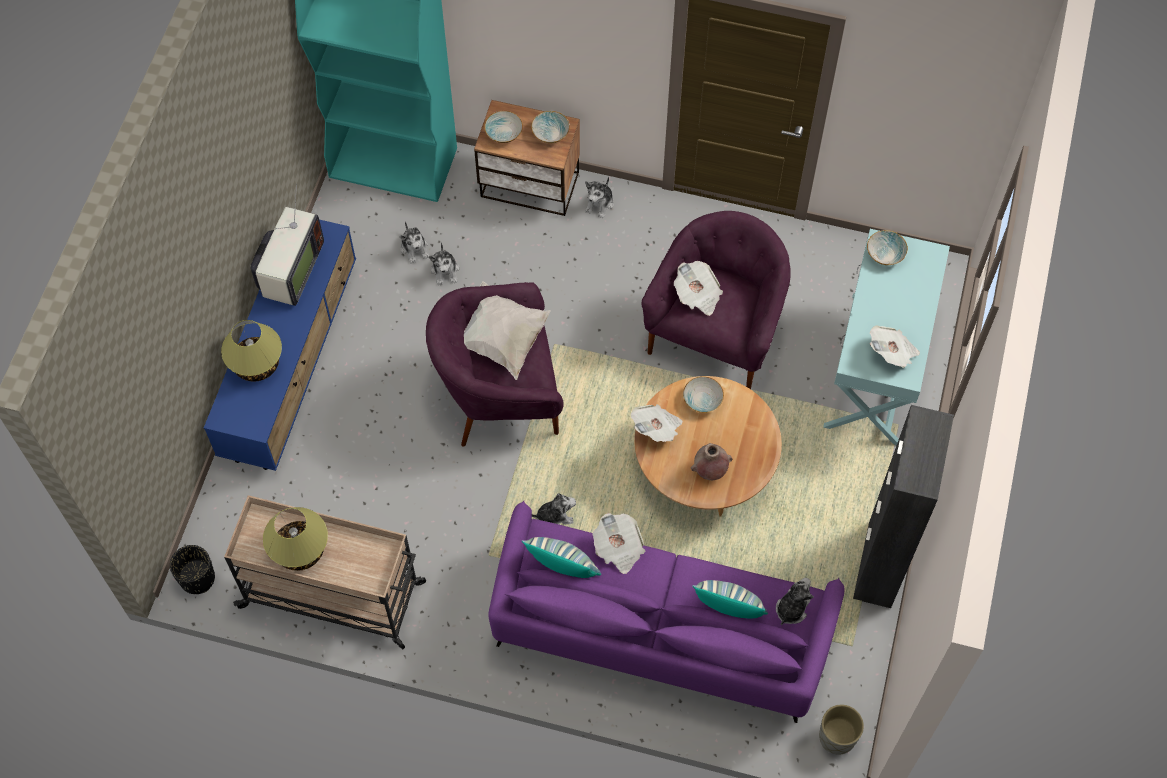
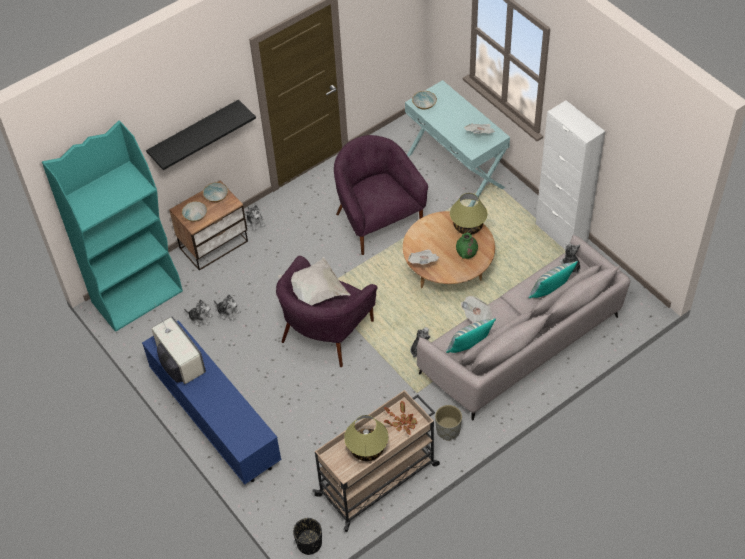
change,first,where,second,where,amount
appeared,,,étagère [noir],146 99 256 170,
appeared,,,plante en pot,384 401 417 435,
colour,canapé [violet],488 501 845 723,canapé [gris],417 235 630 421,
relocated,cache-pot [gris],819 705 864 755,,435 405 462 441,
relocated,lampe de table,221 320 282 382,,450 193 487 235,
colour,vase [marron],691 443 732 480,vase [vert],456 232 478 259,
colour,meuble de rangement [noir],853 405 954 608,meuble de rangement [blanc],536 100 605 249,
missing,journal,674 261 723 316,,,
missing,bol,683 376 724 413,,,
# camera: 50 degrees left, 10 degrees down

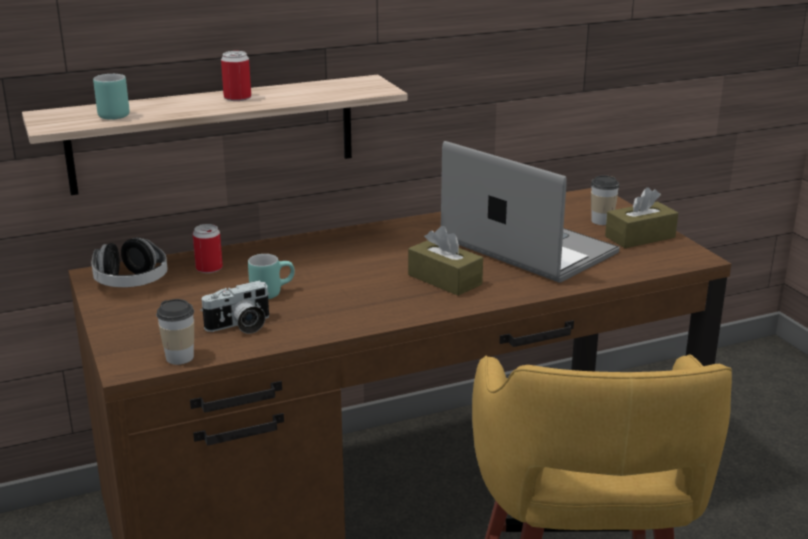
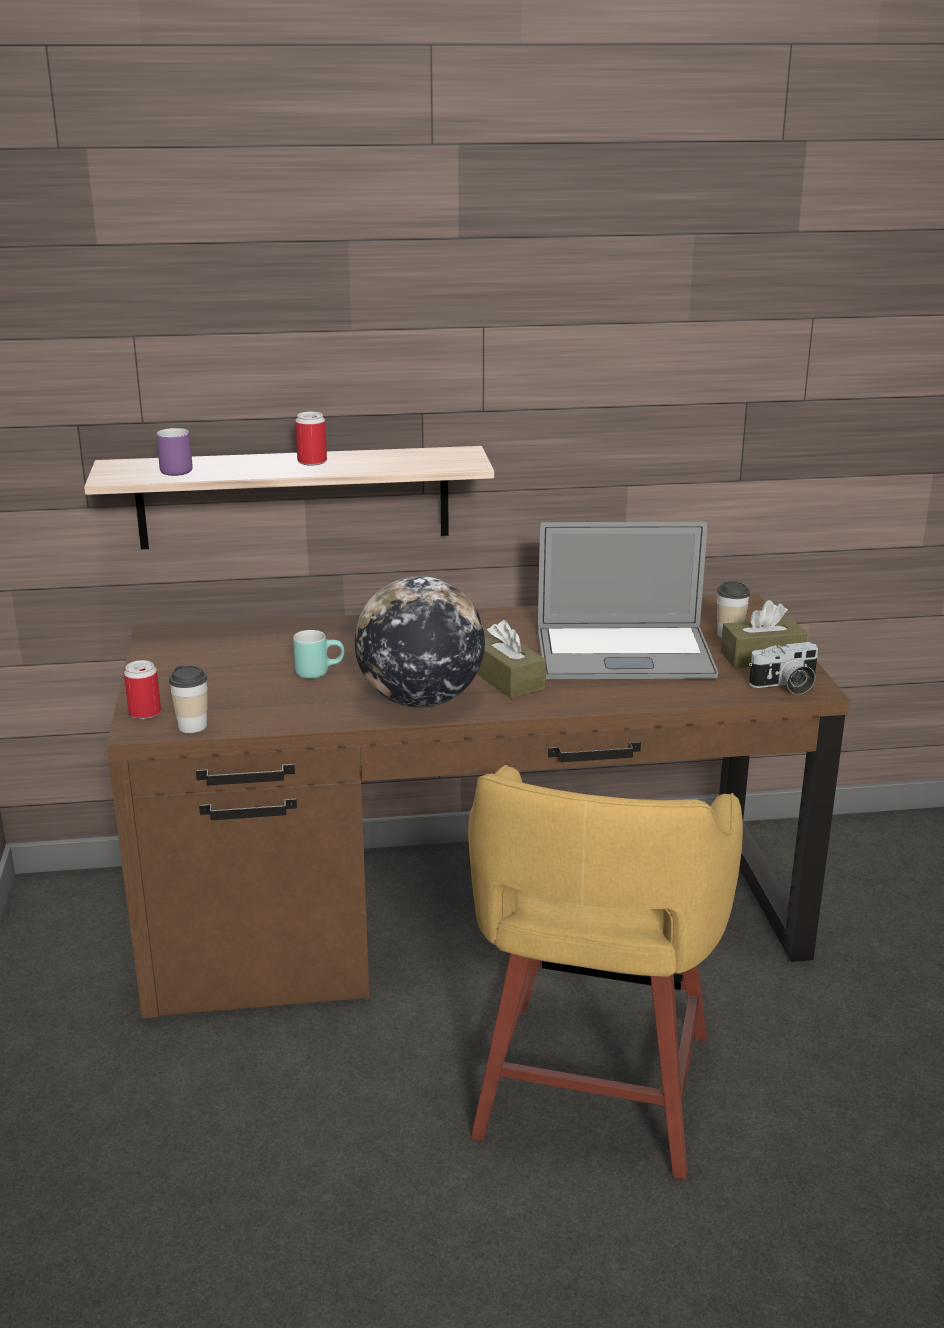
change,first,where,second,where,amount
relocated,boîte métallique,193 224 223 273,,124 660 161 719,
colour,mug [turquoise],93 74 130 120,mug [violet],156 428 193 476,
appeared,,,globe,355 576 485 707,
spun,ordinateur portable,441 141 620 283,,538 522 718 680,120 degrees clockwise
relocated,appareil photo,200 280 270 334,,749 642 818 694,
missing,casque audio,91 237 168 287,,,
# camera: 15 degrees right, 0 degrees up

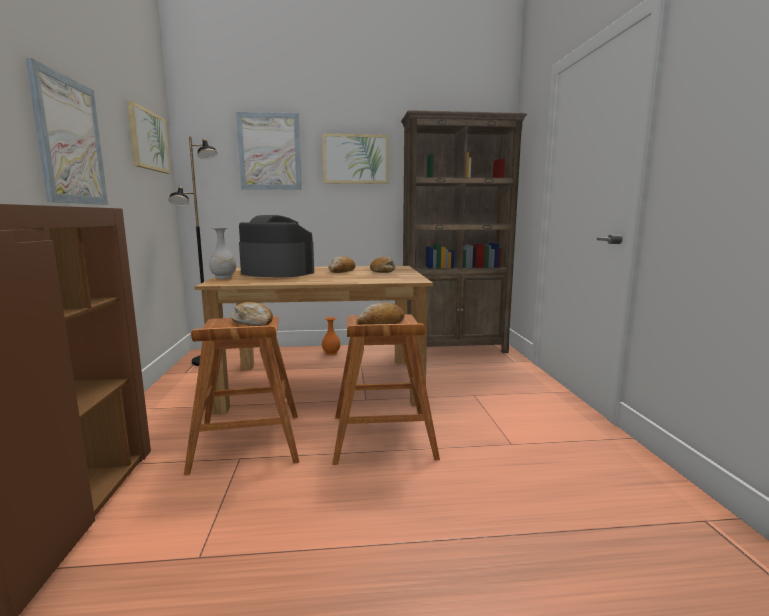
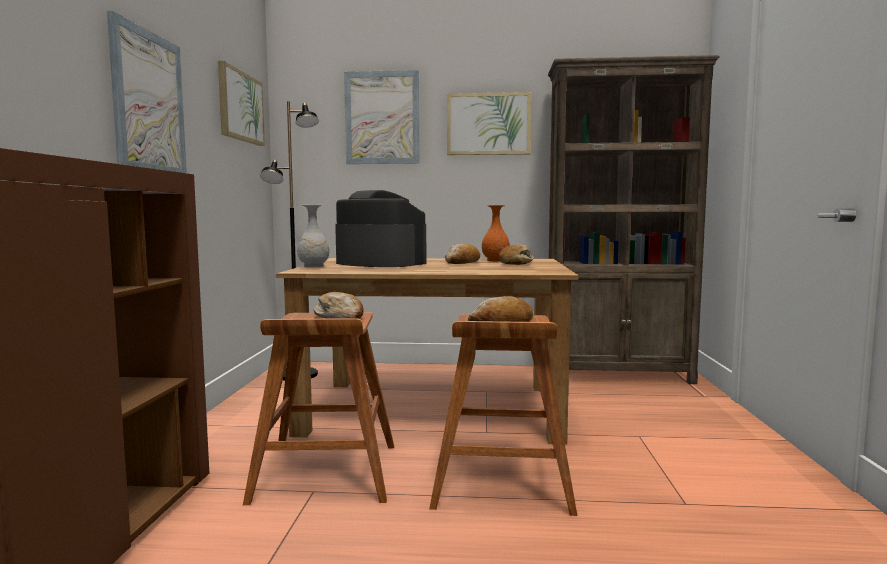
change,first,where,second,where,amount
relocated,vase [orange],322 317 340 355,,482 205 510 261,
# camera: 10 degrees right, 5 degrees down

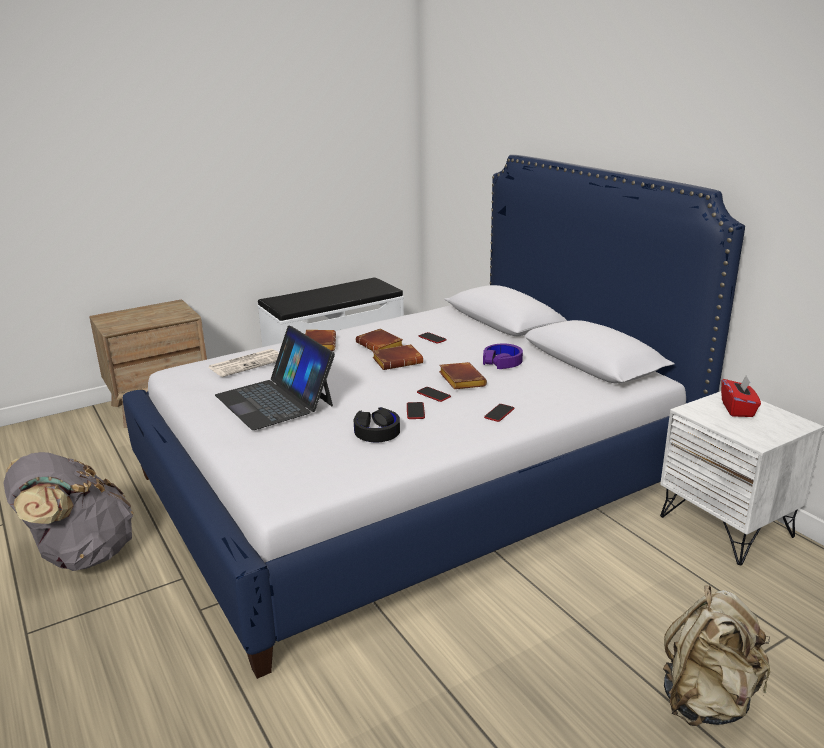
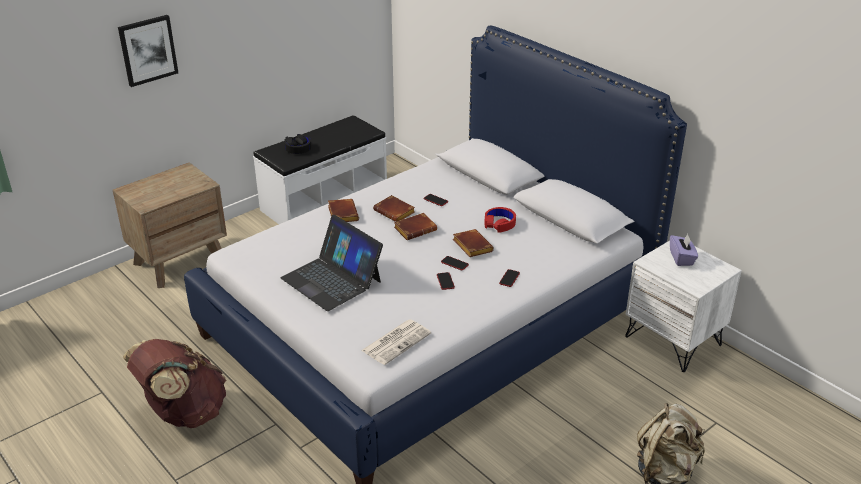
change,first,where,second,where,amount
appeared,,,tableau,118 15 178 87,
colour,sac à dos [gris],3 452 134 571,sac à dos [marron],123 339 226 428,
relocated,casque audio [noir],354 407 400 442,,284 134 311 154,
relocated,journal,209 349 279 377,,361 319 431 365,
colour,casque audio [violet],483 344 523 369,casque audio [rouge],484 207 516 233,
colour,boîte à mouchoirs [rouge],721 375 761 417,boîte à mouchoirs [violet],670 234 698 266,
# camera: 10 degrees left, 10 degrees up

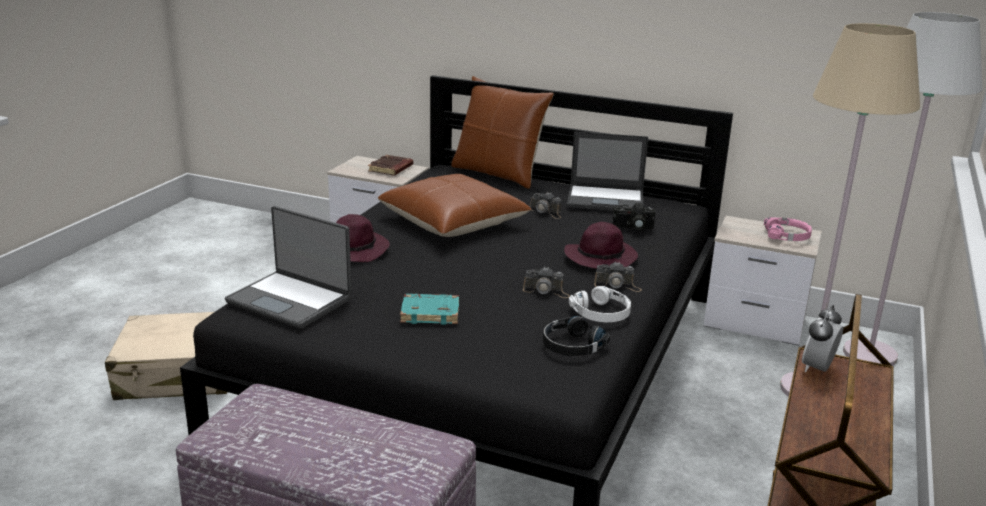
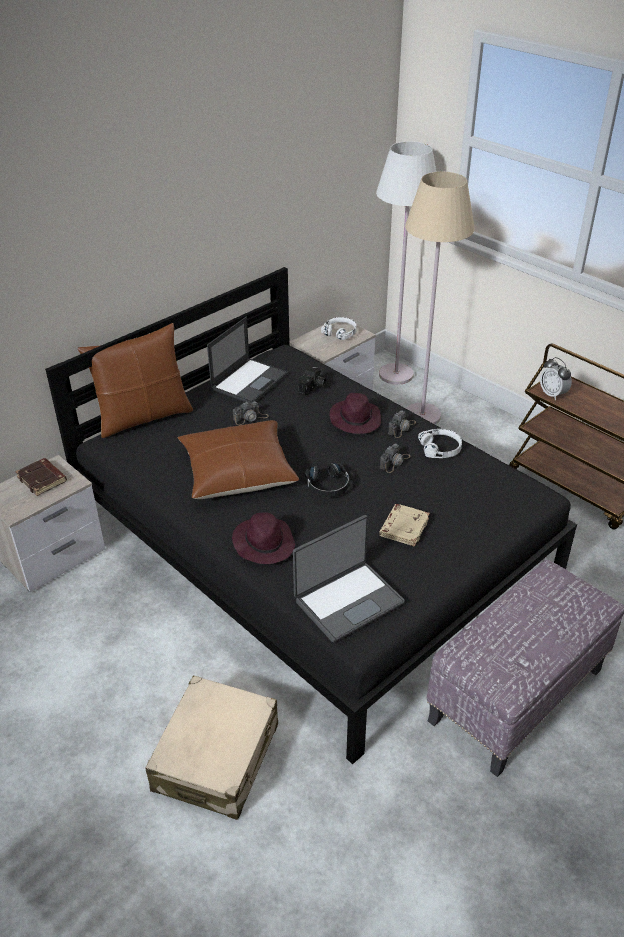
change,first,where,second,where,amount
relocated,casque audio [noir],543 316 610 356,,305 463 349 497,
colour,casque audio [rose],764 217 812 241,casque audio [blanc],321 317 357 340,
colour,livre [turquoise],400 294 459 325,livre [beige],379 504 430 547,
# camera: 65 degrees left, 15 degrees up

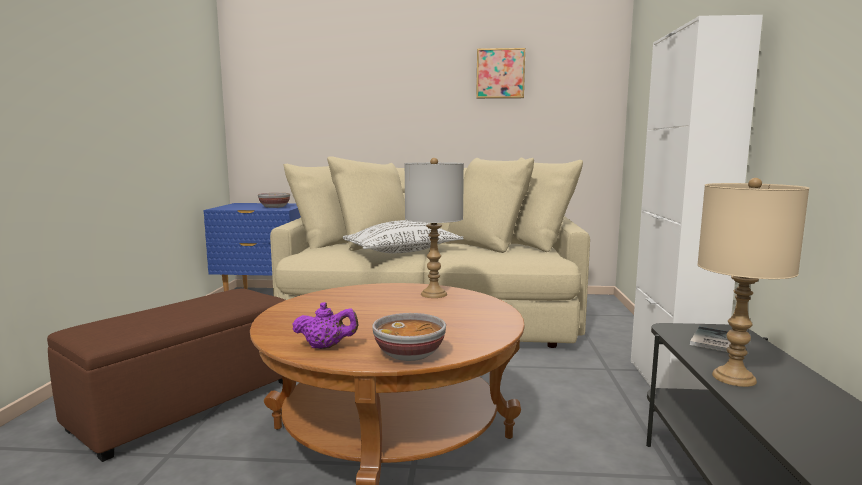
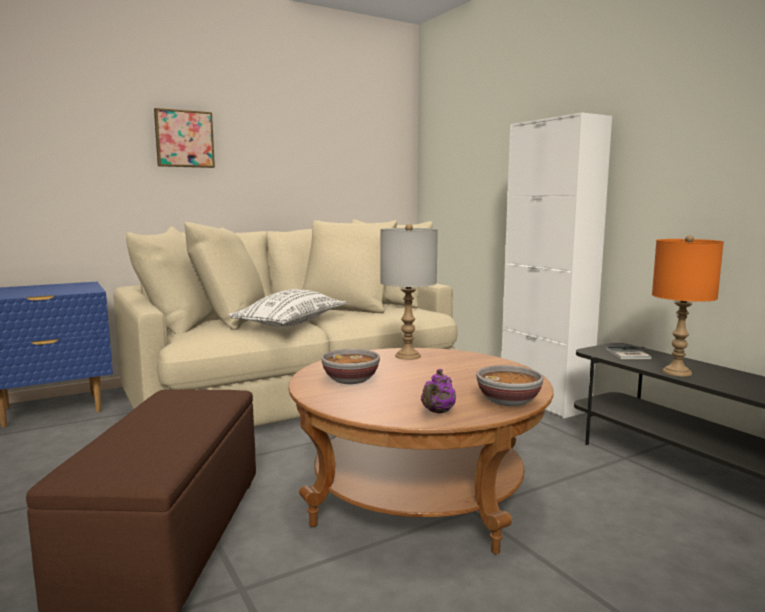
change,first,where,second,where,amount
relocated,tableau,476 48 525 99,,154 108 215 168,
relocated,bol,258 193 290 208,,321 349 380 384,
spun,théière [violet],292 302 358 349,,421 369 456 414,150 degrees clockwise
colour,lampe de table [beige],697 178 809 387,lampe de table [orange],652 235 724 377,
# camera: 35 degrees left, 0 degrees up

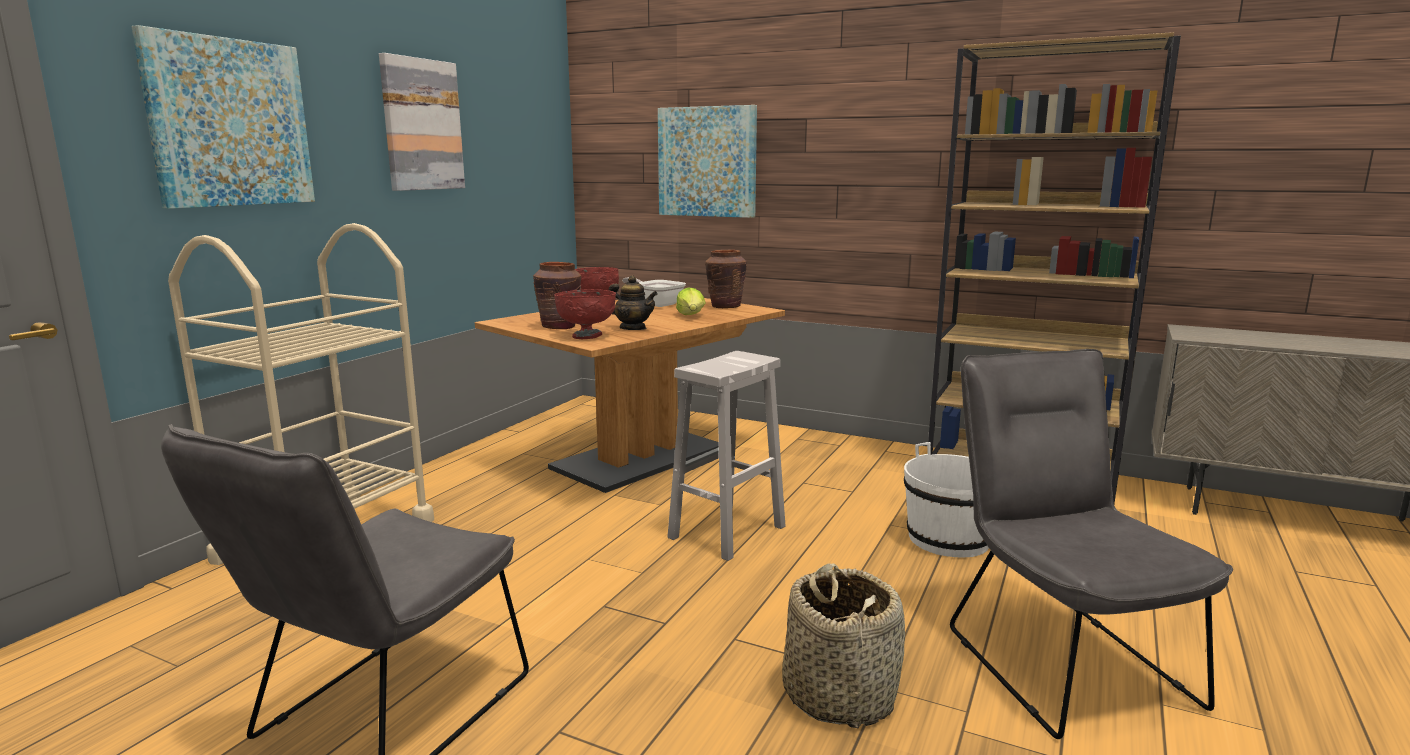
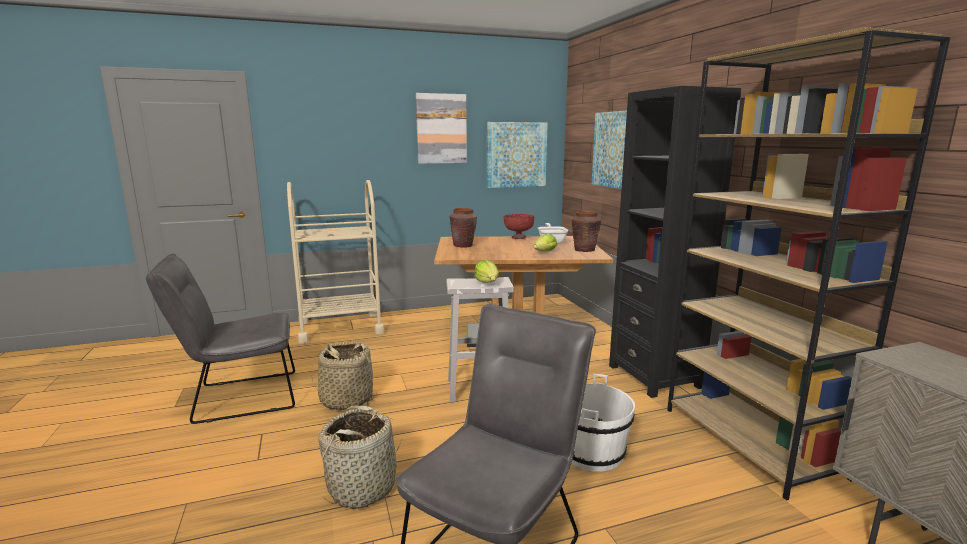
change,first,where,second,where,amount
appeared,,,panier,311 341 377 410,
appeared,,,laitue,474 260 499 283,
relocated,tableau,131 25 315 209,,487 122 548 188,
appeared,,,bibliothèque [noir],609 86 741 398,
missing,bol [rouge],554 289 616 339,,,
missing,théière,609 275 658 330,,,
# camera: 45 degrees right, 0 degrees up

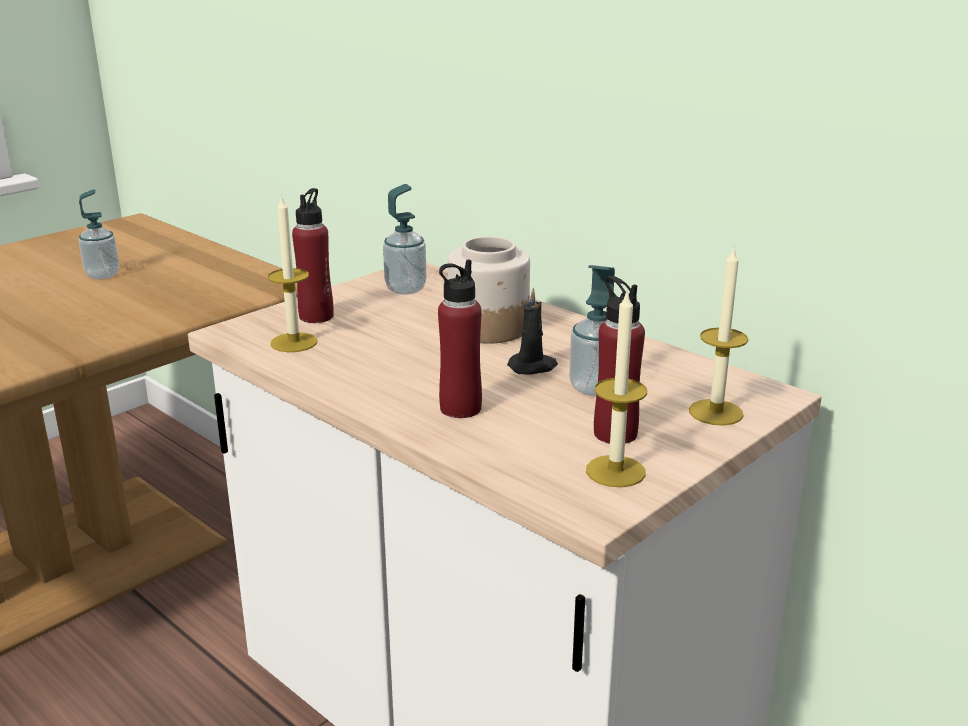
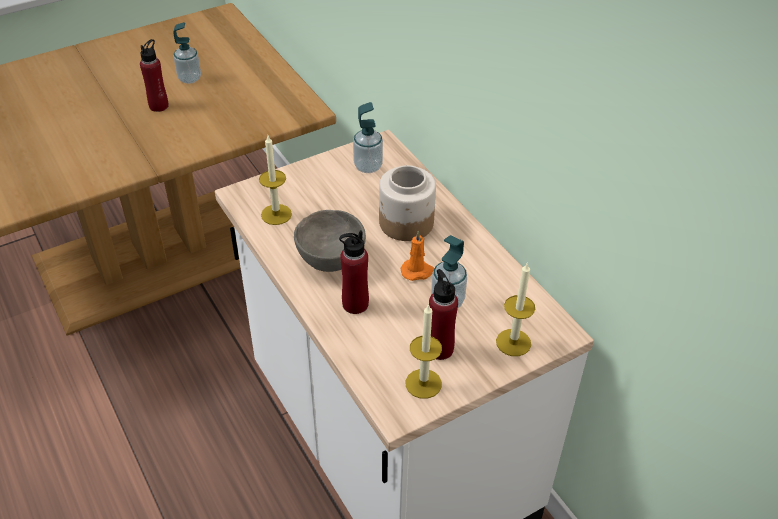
change,first,where,second,where,amount
relocated,bouteille [rouge],292 188 334 323,,140 39 169 112,
appeared,,,bol [gris],294 210 366 272,
colour,bougie [noir],507 287 558 375,bougie [orange],401 230 435 281,
# camera: 15 degrees right, 20 degrees up

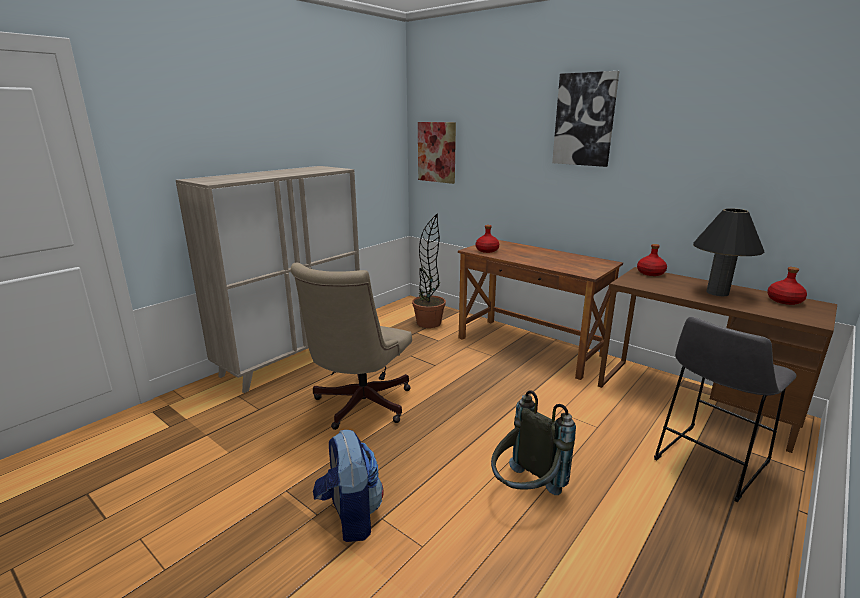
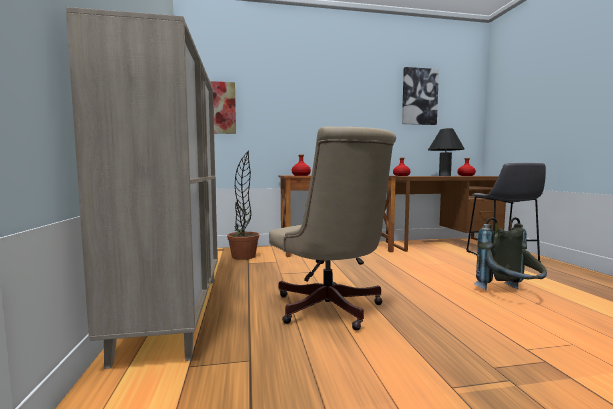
change,first,where,second,where,amount
relocated,tableau,552 71 619 167,,402 67 439 125,
missing,sac à dos,313 430 384 542,,,
# camera: 50 degrees left, 15 degrees down

